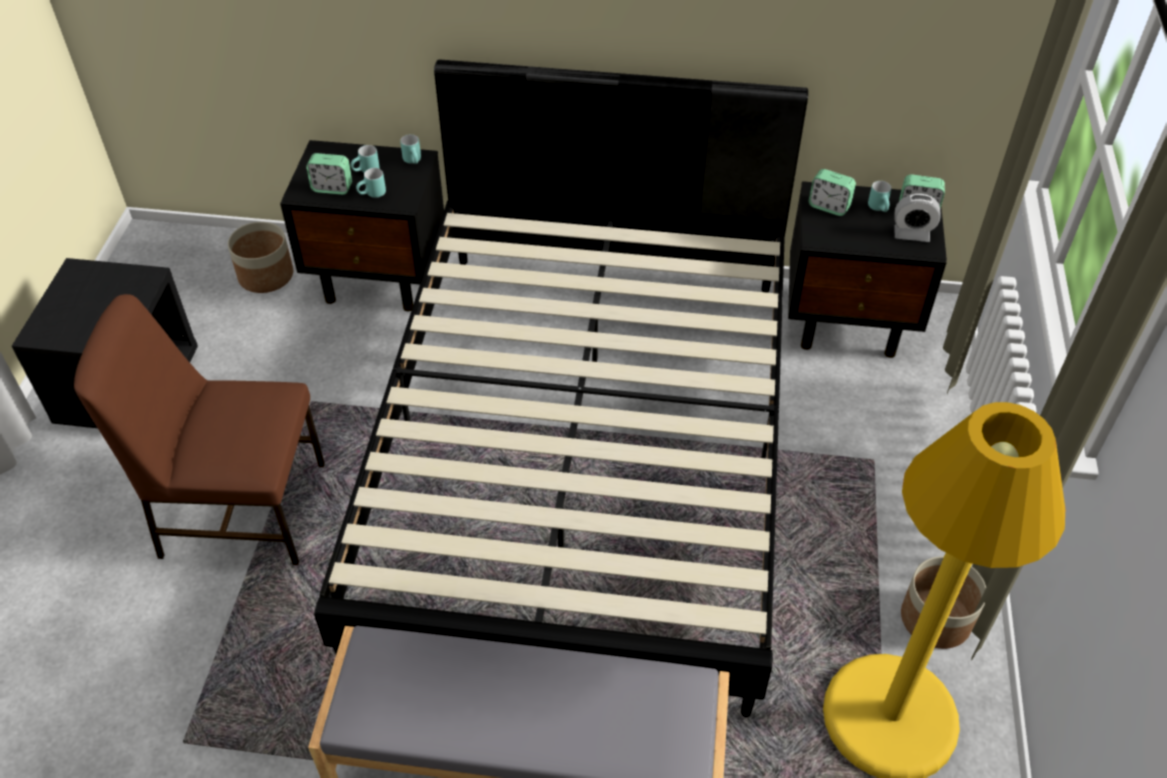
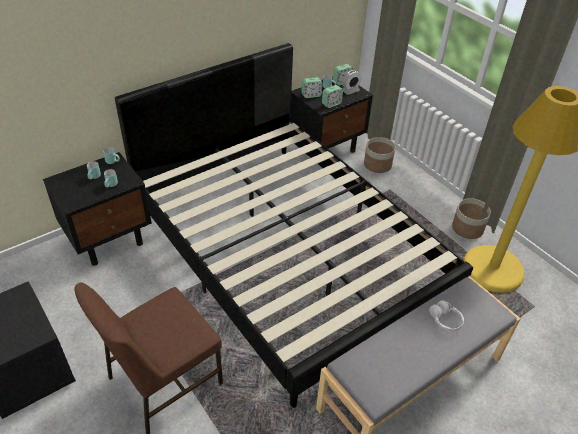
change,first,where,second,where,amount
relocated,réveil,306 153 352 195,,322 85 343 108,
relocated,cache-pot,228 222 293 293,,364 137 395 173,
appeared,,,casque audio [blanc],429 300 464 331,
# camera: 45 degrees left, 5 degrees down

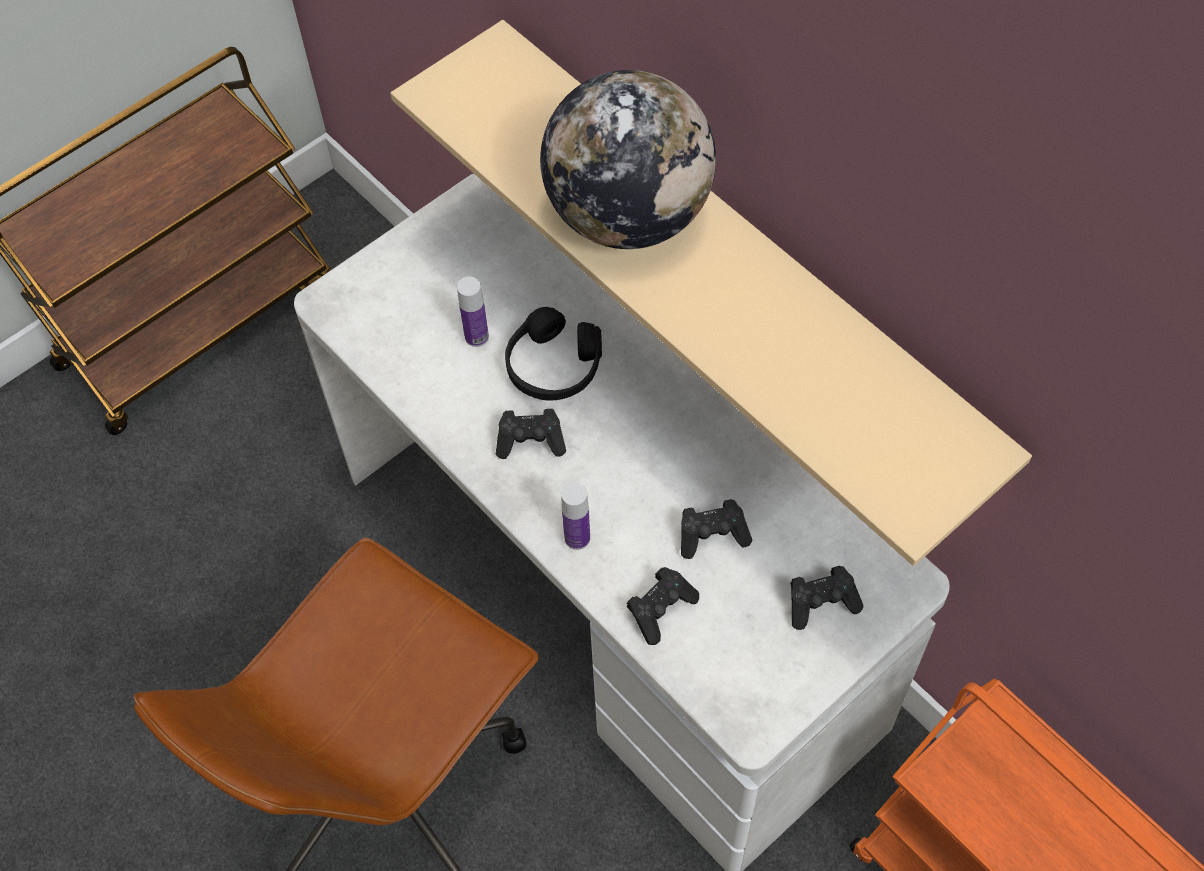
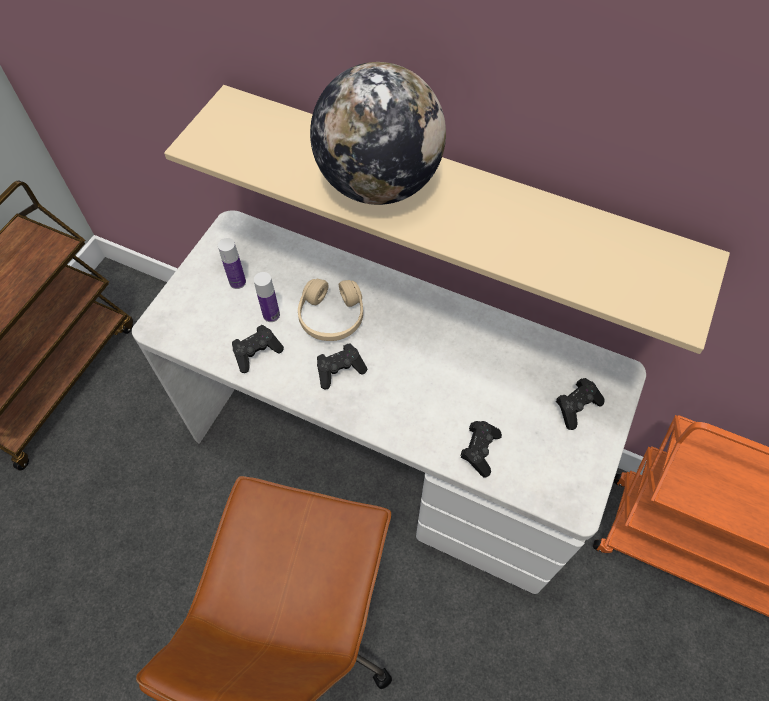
change,first,where,second,where,amount
relocated,bouteille,561 483 590 550,,218 238 246 289,
relocated,manette [noir],681 499 752 559,,232 325 284 373,
colour,casque audio [noir],505 307 602 401,casque audio [beige],298 279 363 341,
# camera: 25 degrees left, 0 degrees up

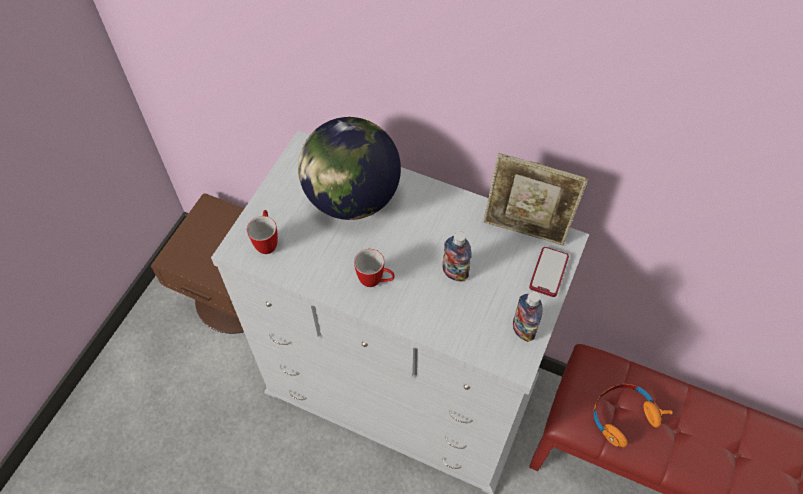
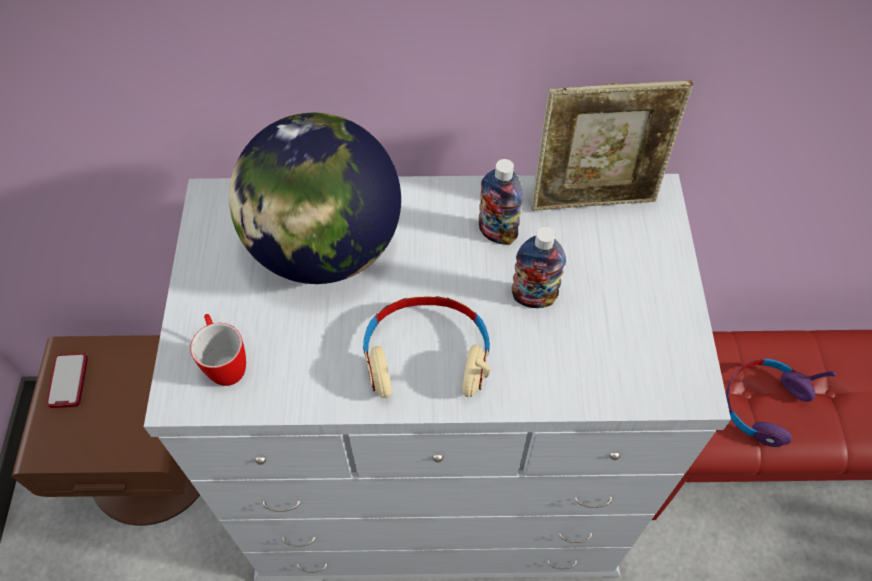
change,first,where,second,where,amount
relocated,téléphone,529 247 569 297,,46 353 88 408,
exchanged,mug,354 249 395 287,casque audio [beige],363 296 490 398,
relocated,bouteille,513 291 543 342,,479 159 523 245,
colour,casque audio [orange],594 384 673 447,casque audio [violet],726 359 836 447,
# camera: 25 degrees left, 0 degrees up

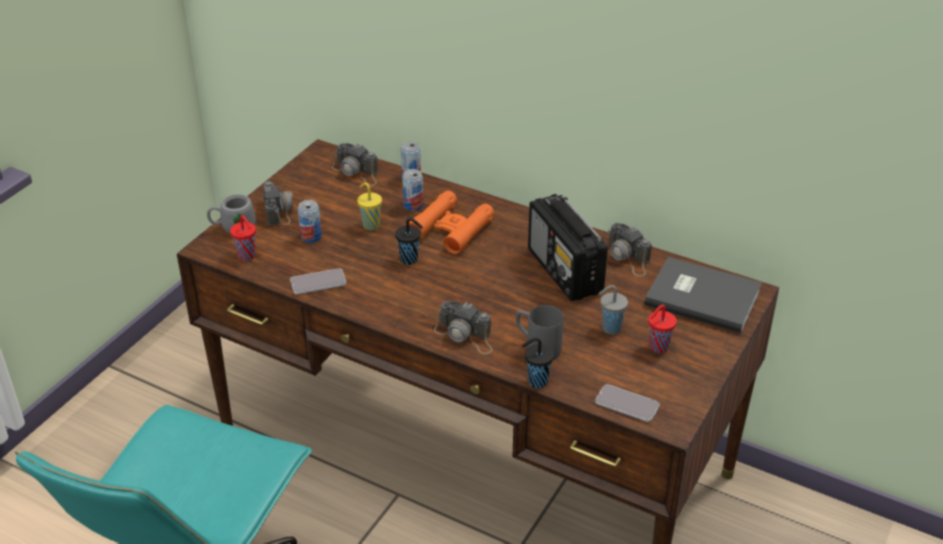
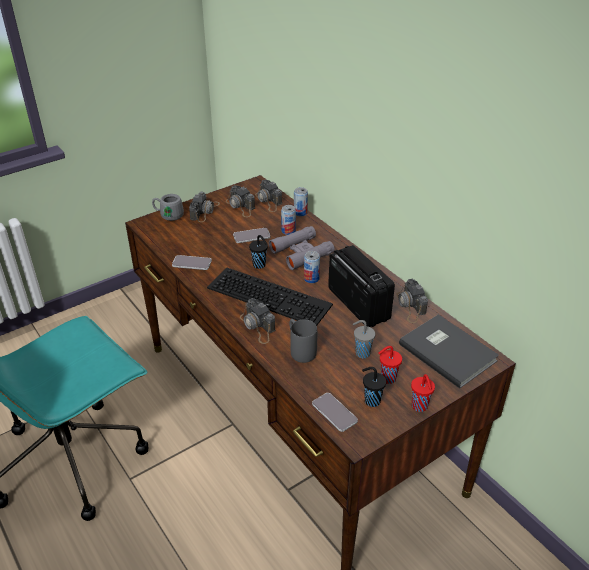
change,first,where,second,where,amount
appeared,,,clavier,207 268 333 326,
appeared,,,appareil photo,226 185 255 217,
exchanged,tasse [jaune],357 182 382 230,téléphone,233 228 270 243,
colour,jumelles [orange],409 191 495 254,jumelles [gris],269 226 335 270,
relocated,boîte métallique,298 200 322 243,,304 251 320 283,
spun,radio,528 194 608 301,,328 245 395 327,150 degrees clockwise
relocated,tasse [noir],522 337 554 388,,362 367 386 407,
relocated,tasse [rouge],230 215 256 261,,411 374 435 412,
# camera: 25 degrees right, 0 degrees up

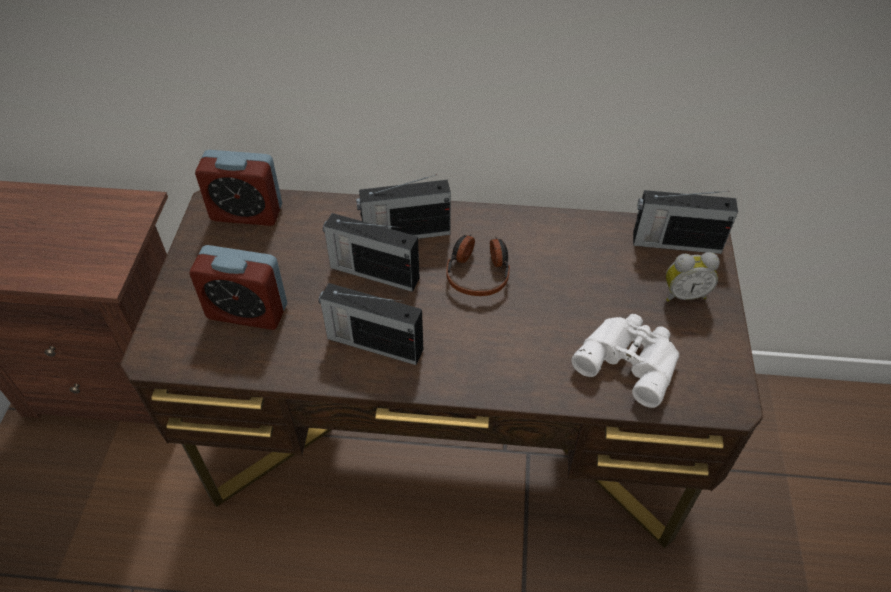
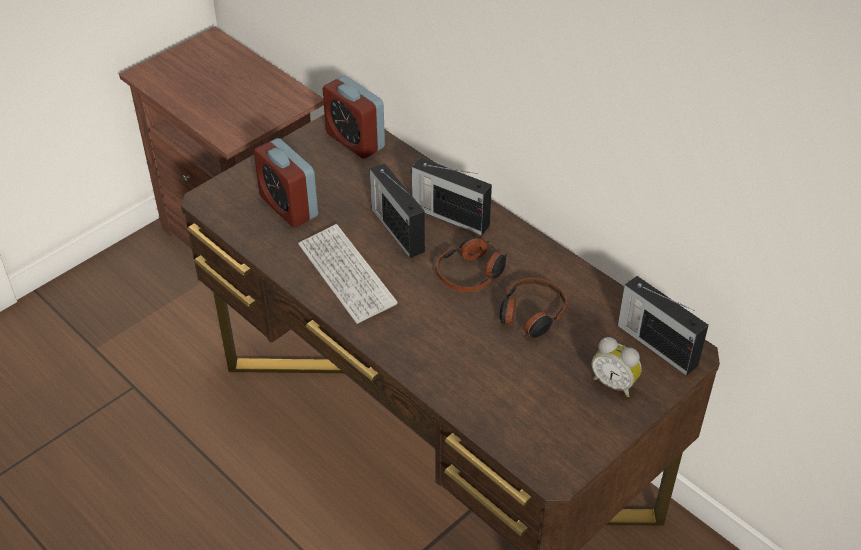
change,first,where,second,where,amount
exchanged,radio,319 283 423 365,clavier,298 224 397 324,
appeared,,,casque audio,499 278 567 338,
missing,jumelles [blanc],572 314 679 408,,,
# camera: 40 degrees right, 5 degrees down

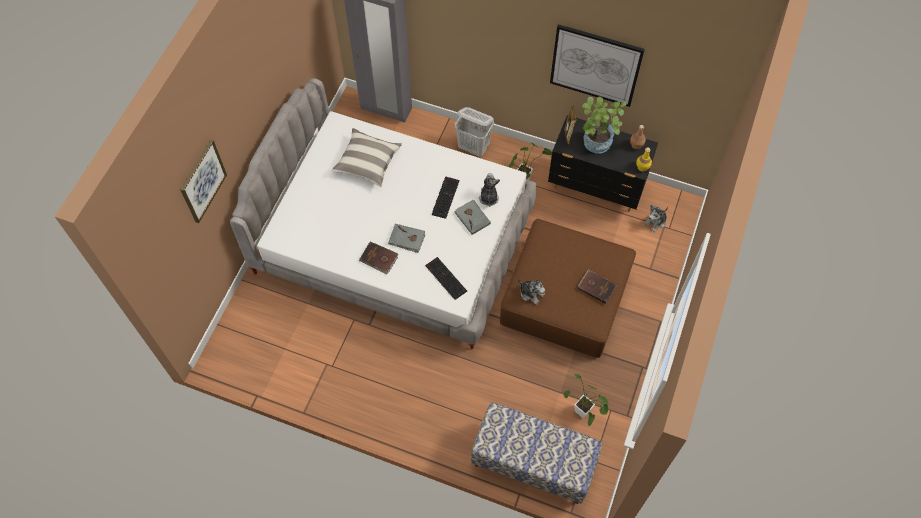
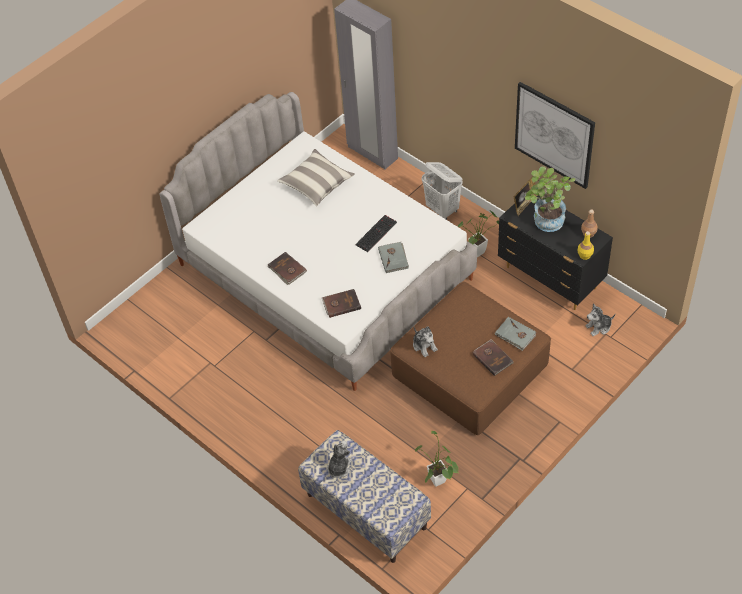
change,first,where,second,where,amount
exchanged,clavier,425 257 467 300,livre [marron],322 289 361 318,
relocated,peluche,479 173 500 207,,328 441 352 479,
relocated,livre [gris],388 224 425 253,,495 317 536 351,
missing,tableau,180 139 227 223,,,
# camera: 25 degrees right, 10 degrees down

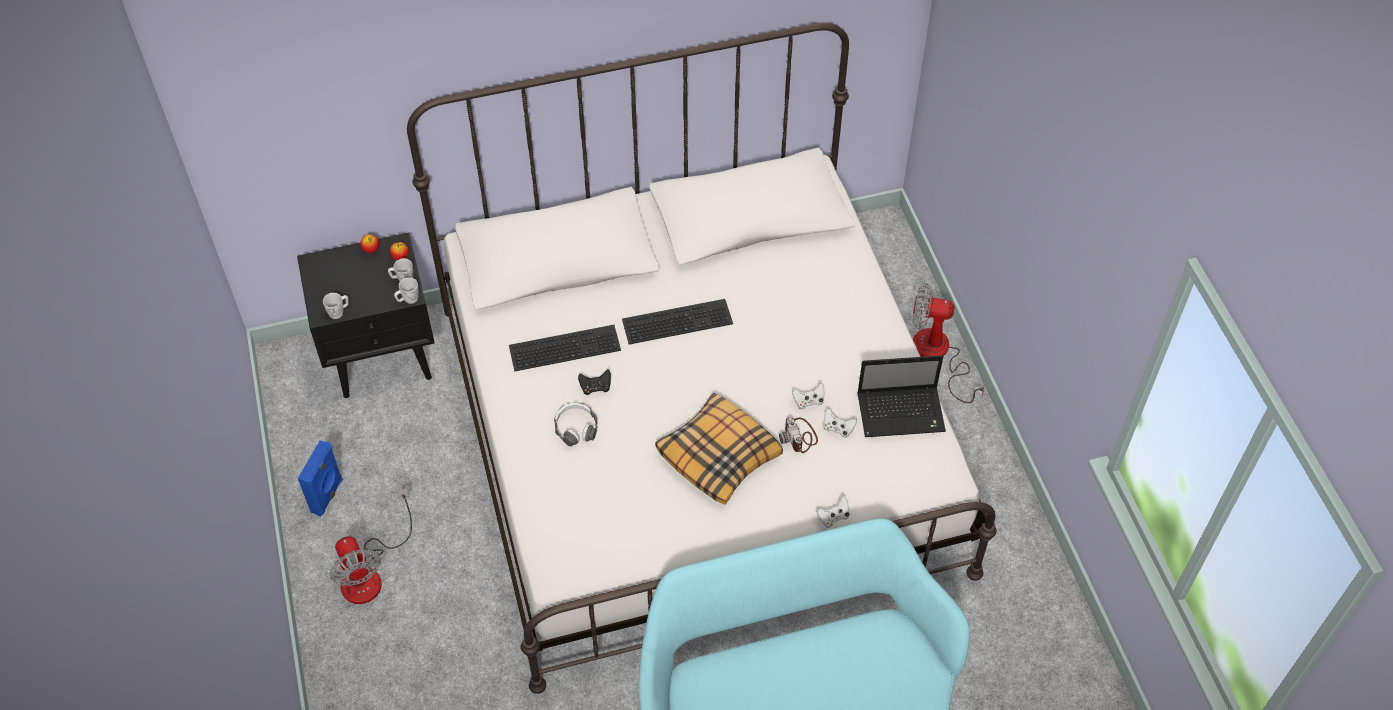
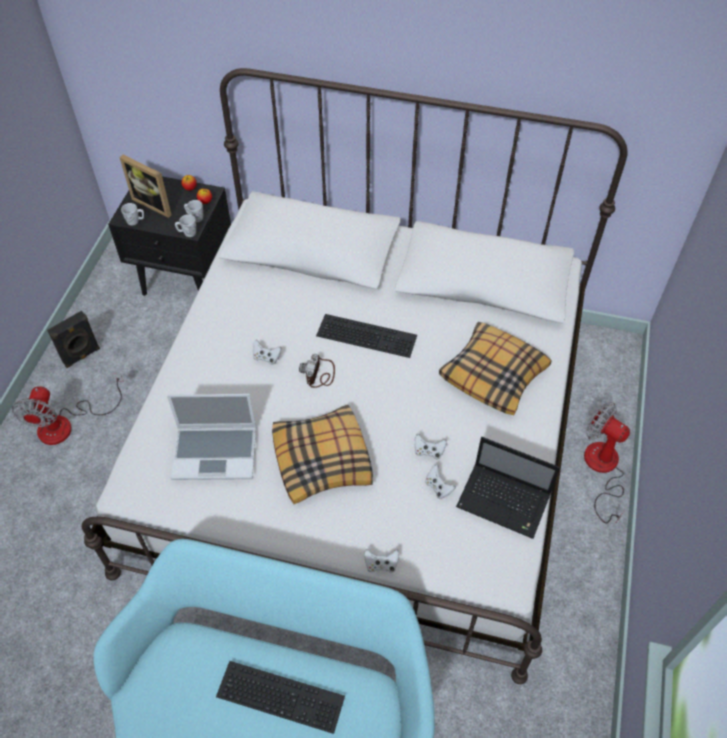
change,first,where,second,where,amount
colour,enceinte [bleu],298 440 343 517,enceinte [noir],47 311 100 368,
appeared,,,cadre photo,119 155 171 218,
appeared,,,ordinateur portable,167 394 256 480,
relocated,clavier,509 325 621 372,,216 661 345 734,
colour,manette [noir],578 370 611 395,manette [blanc],253 340 282 365,
relocated,appareil photo,779 417 818 453,,299 354 335 388,
appeared,,,coussin,439 322 551 415,
missing,casque audio,554 402 597 446,,,
# camera: 30 degrees right, 0 degrees up

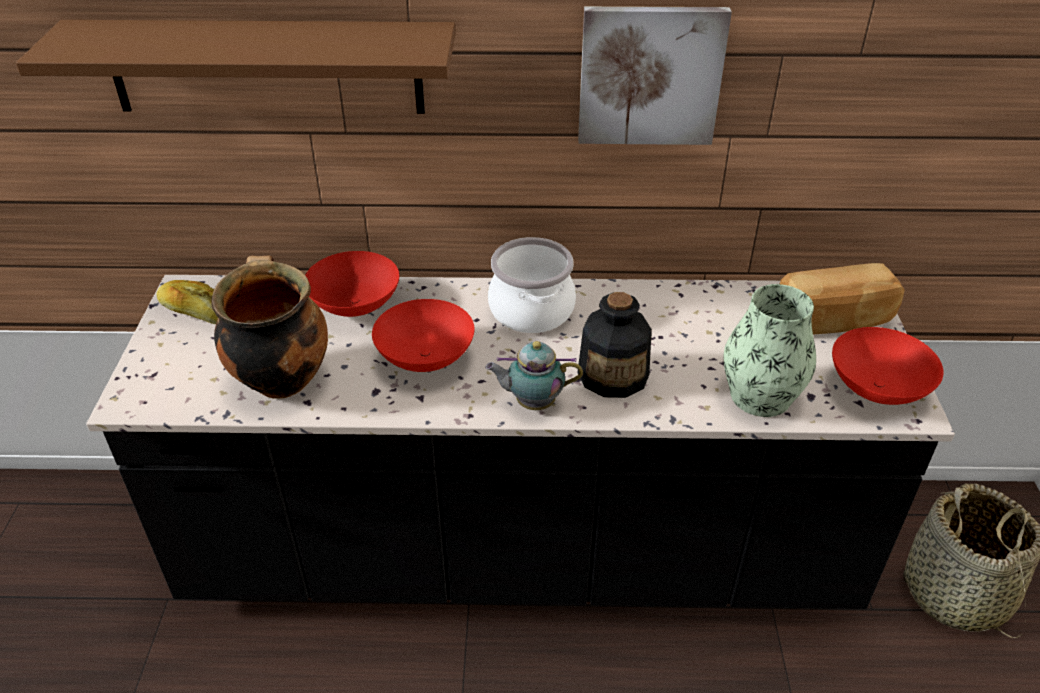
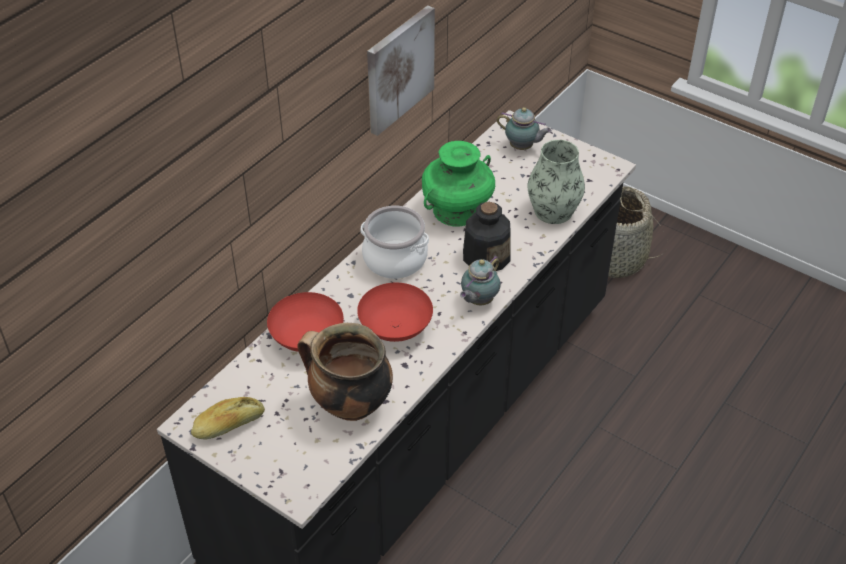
change,first,where,second,where,amount
appeared,,,vase [vert],422 141 495 227,
exchanged,pain,780 263 905 334,théière,497 107 552 150,
missing,étagère [marron],16 20 455 114,,,
missing,bol [rouge],832 327 944 405,,,
# camera: 55 degrees left, 5 degrees up

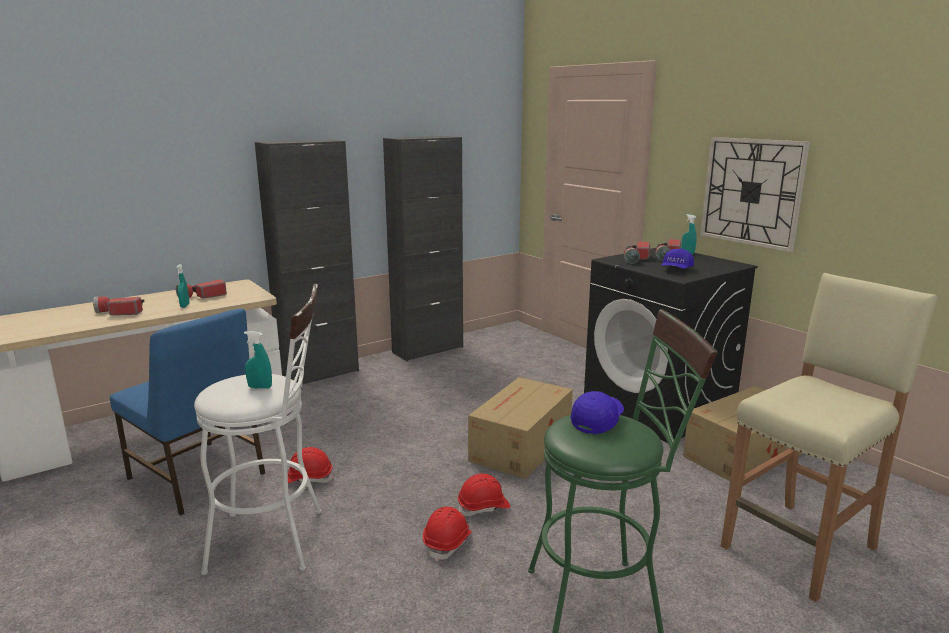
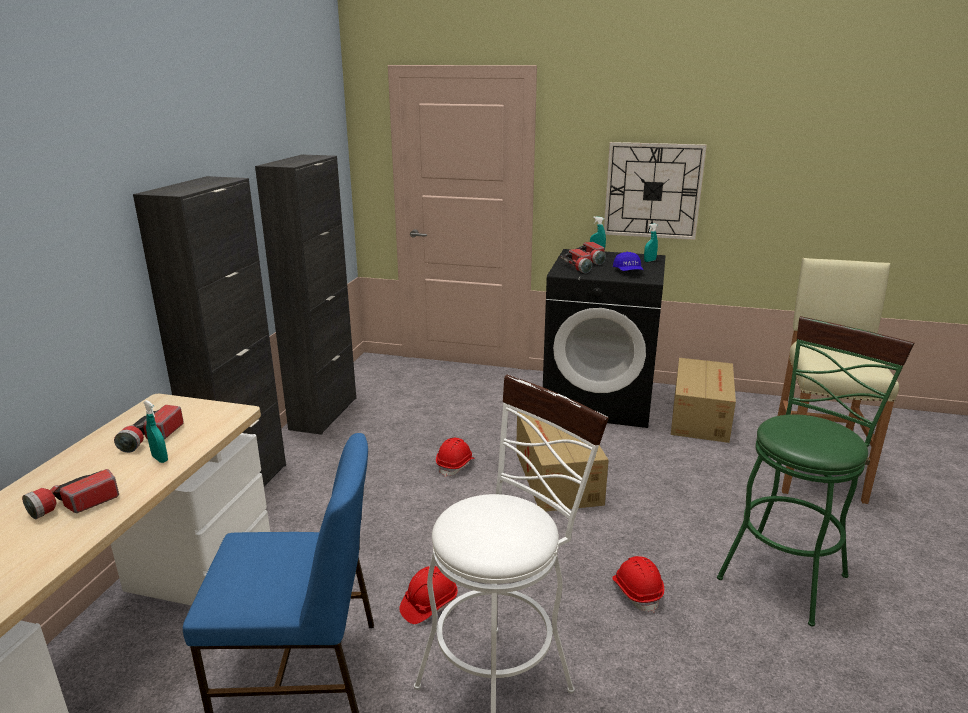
change,first,where,second,where,amount
relocated,casque de chantier [rouge],458 474 510 516,,436 438 474 477,
relocated,vaporisateur [turquoise],244 331 272 389,,644 223 658 262,
missing,casquette [bleu],570 391 624 434,,,
# camera: 40 degrees left, 5 degrees up

